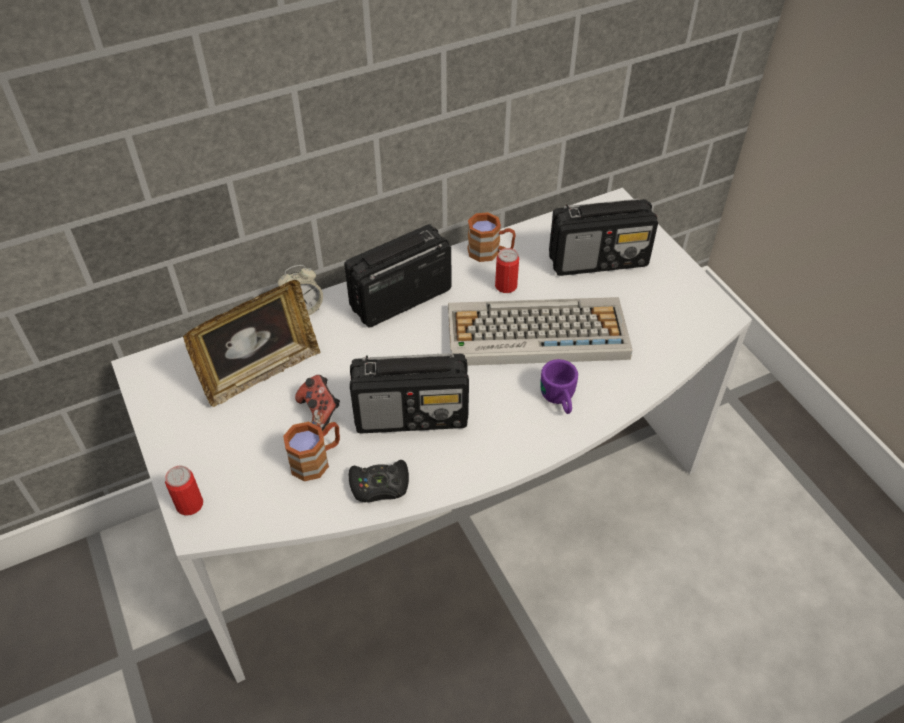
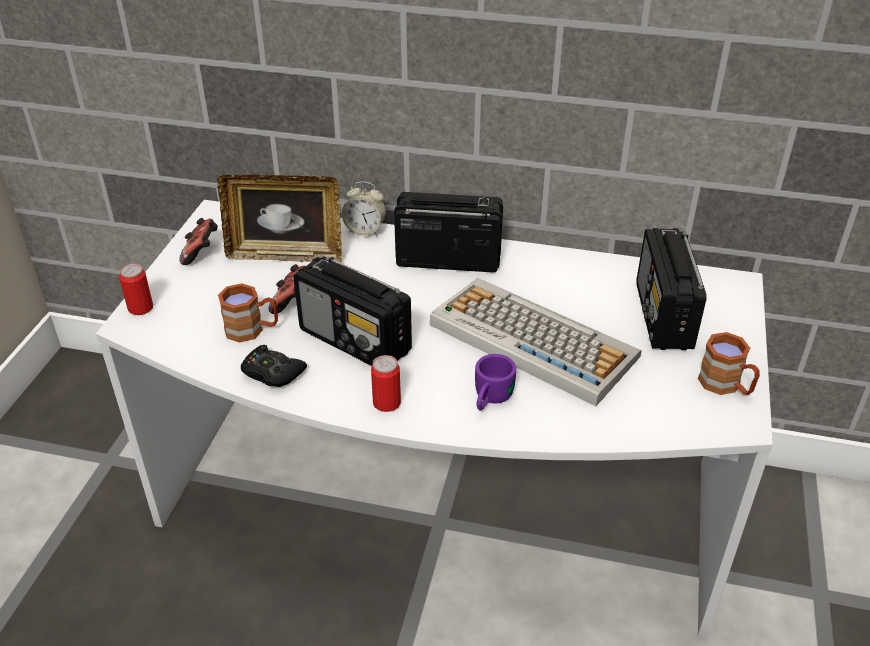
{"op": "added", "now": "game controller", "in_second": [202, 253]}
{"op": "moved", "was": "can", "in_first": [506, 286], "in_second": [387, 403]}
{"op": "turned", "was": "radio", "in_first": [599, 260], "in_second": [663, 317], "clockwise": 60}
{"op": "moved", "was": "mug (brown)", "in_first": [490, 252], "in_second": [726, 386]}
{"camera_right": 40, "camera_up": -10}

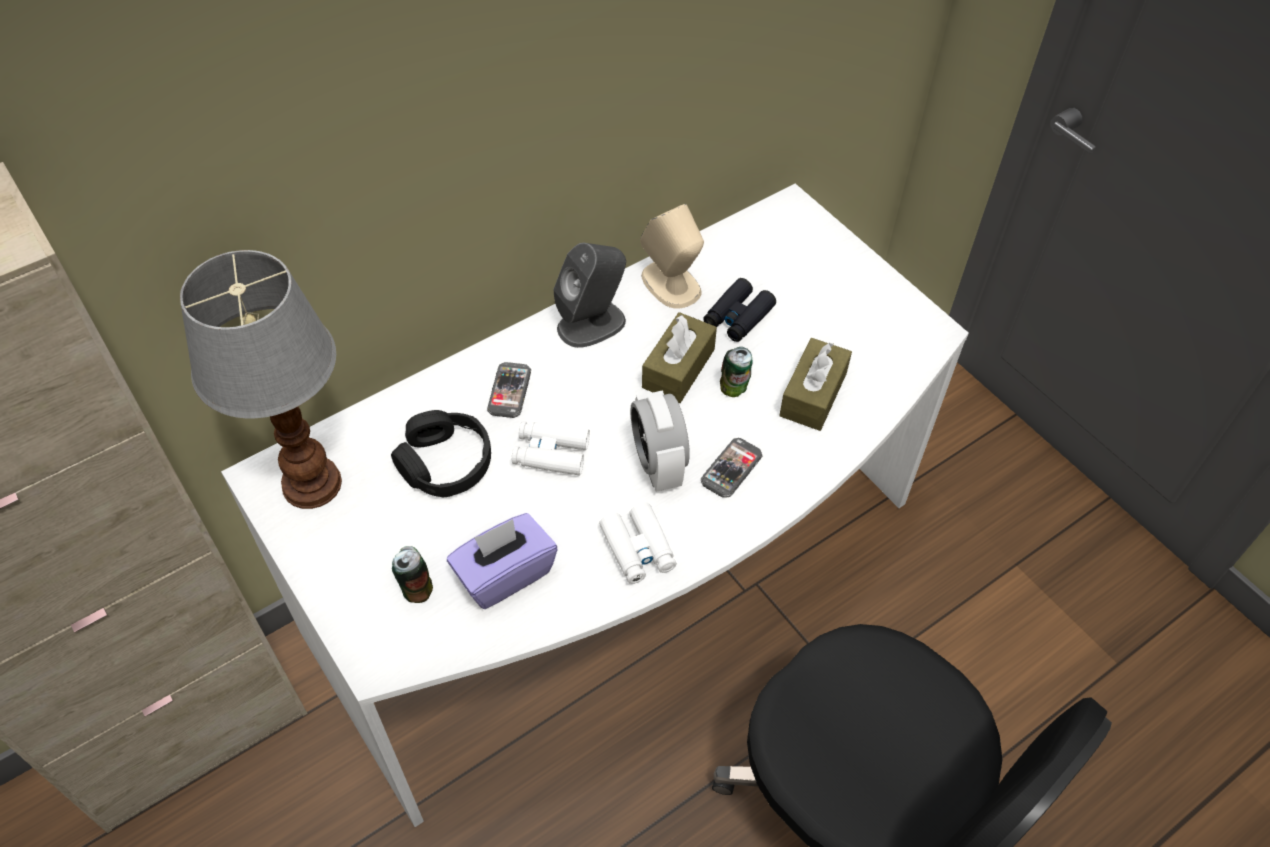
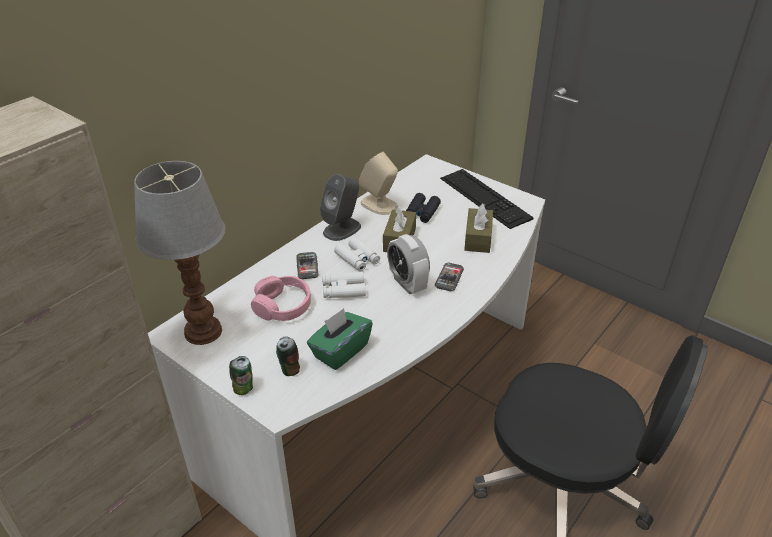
{"op": "moved", "was": "can", "in_first": [734, 389], "in_second": [244, 389]}
{"op": "recoloured", "was": "headphones (black)", "now": "headphones (pink)", "in_first": [445, 463], "in_second": [282, 306]}
{"op": "recoloured", "was": "tissue box (purple)", "now": "tissue box (green)", "in_first": [504, 574], "in_second": [340, 351]}
{"op": "moved", "was": "binoculars (white)", "in_first": [638, 549], "in_second": [357, 259]}
{"op": "added", "now": "keyboard", "in_second": [484, 198]}
{"camera_right": -15, "camera_up": -15}

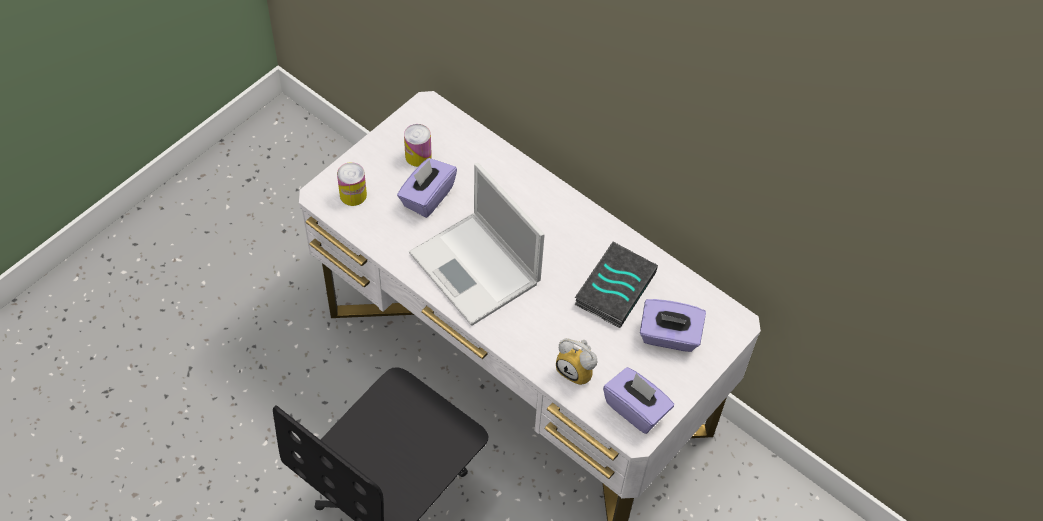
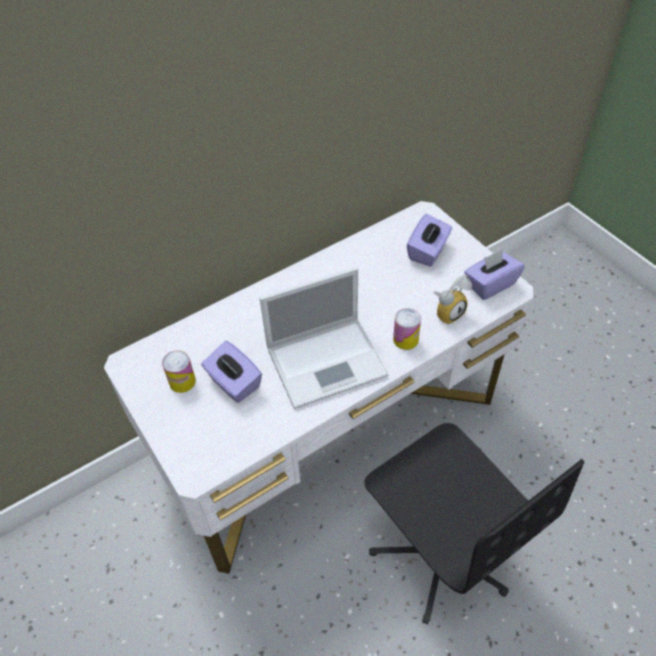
{"op": "moved", "was": "can", "in_first": [353, 195], "in_second": [405, 339]}
{"op": "removed", "was": "book", "in_first": [614, 287]}
{"camera_right": -70, "camera_up": -5}

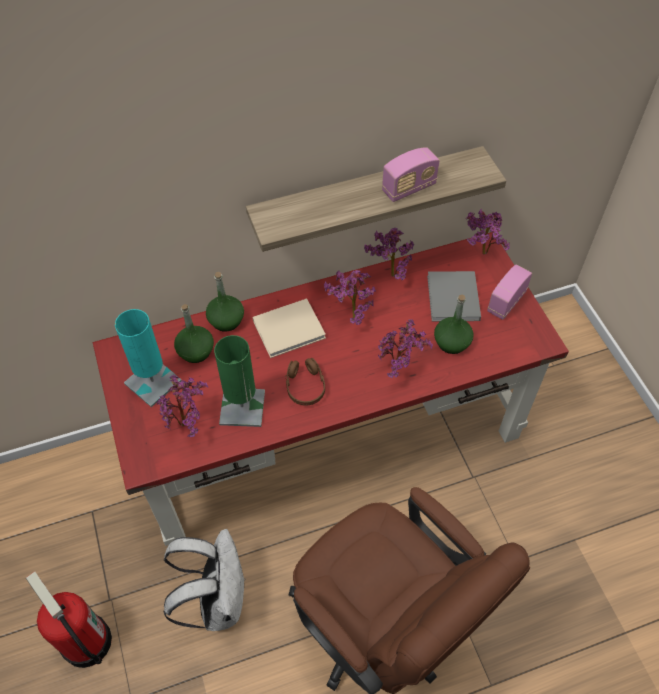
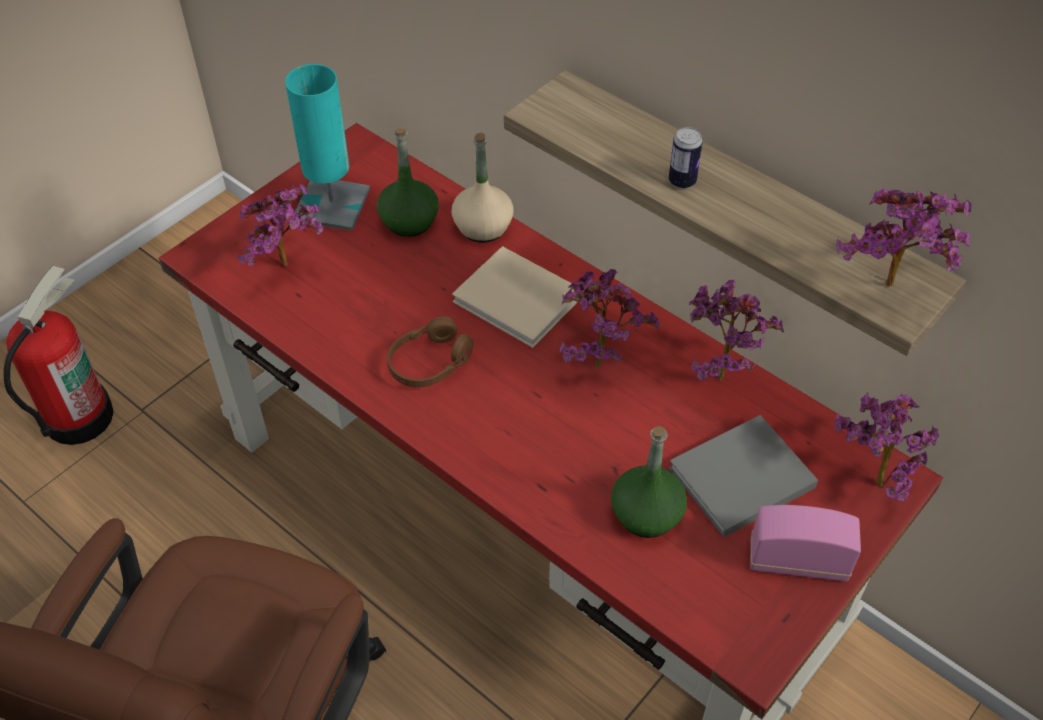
{"op": "recoloured", "was": "bottle (green)", "now": "bottle (beige)", "in_first": [226, 320], "in_second": [483, 227]}
{"op": "added", "now": "can", "in_second": [682, 181]}
{"op": "moved", "was": "potted plant", "in_first": [399, 368], "in_second": [891, 291]}
{"op": "removed", "was": "backpack (white)", "in_first": [217, 600]}
{"op": "removed", "was": "table lamp (green)", "in_first": [242, 407]}
{"op": "removed", "was": "radio", "in_first": [409, 188]}
{"camera_right": 60, "camera_up": -5}

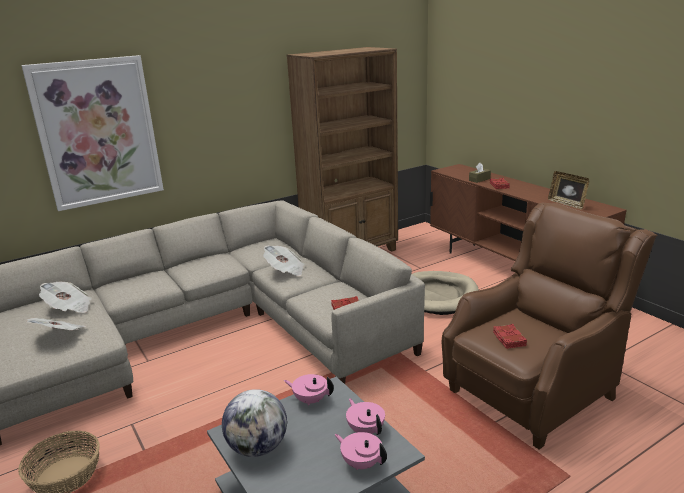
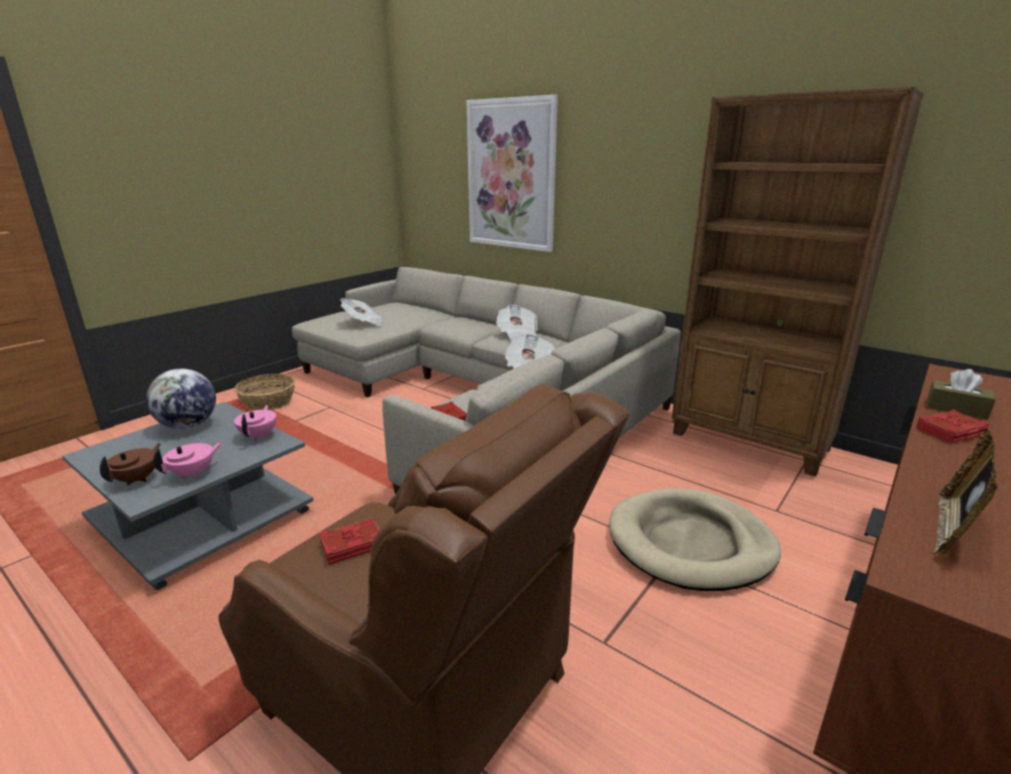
{"op": "recoloured", "was": "teapot (pink)", "now": "teapot (brown)", "in_first": [361, 463], "in_second": [138, 479]}
{"op": "moved", "was": "newspaper", "in_first": [69, 308], "in_second": [517, 335]}
{"camera_right": 70, "camera_up": 0}

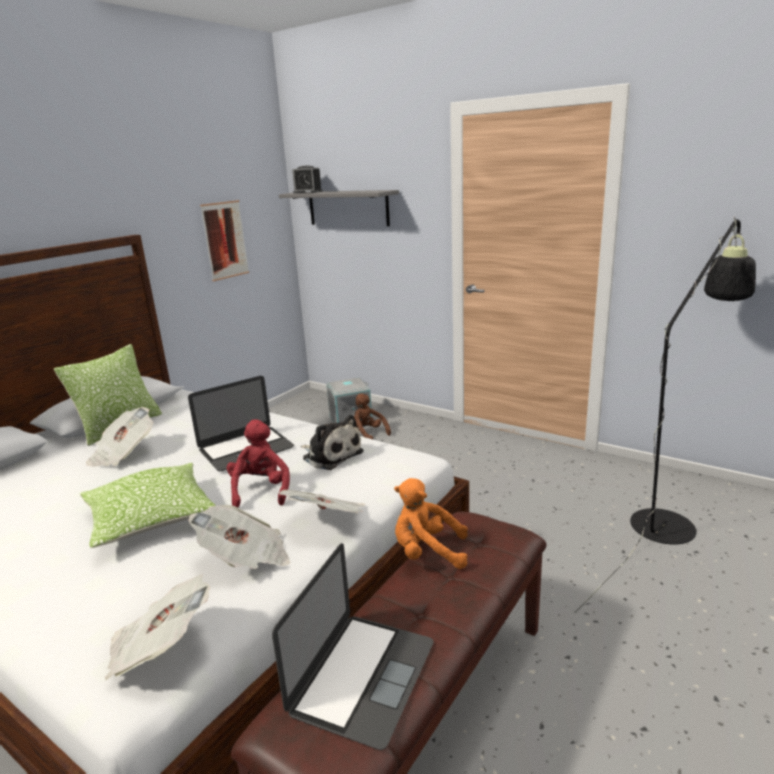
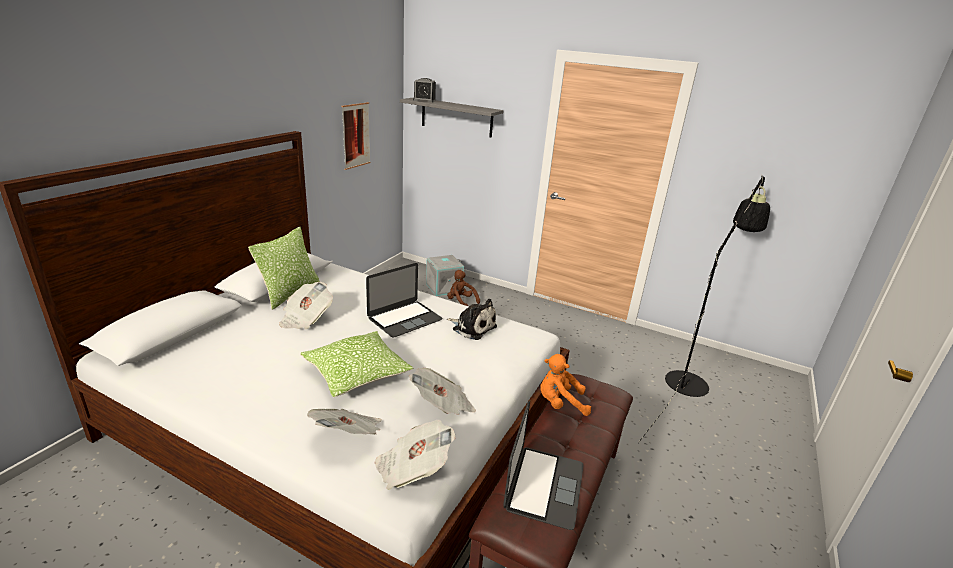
{"op": "moved", "was": "newspaper", "in_first": [328, 520], "in_second": [349, 435]}
{"op": "removed", "was": "plush toy (red)", "in_first": [261, 490]}
{"camera_right": -10, "camera_up": 5}

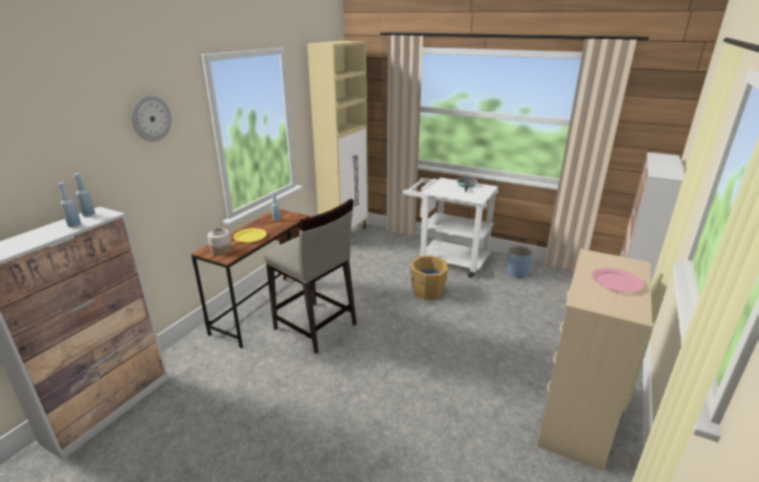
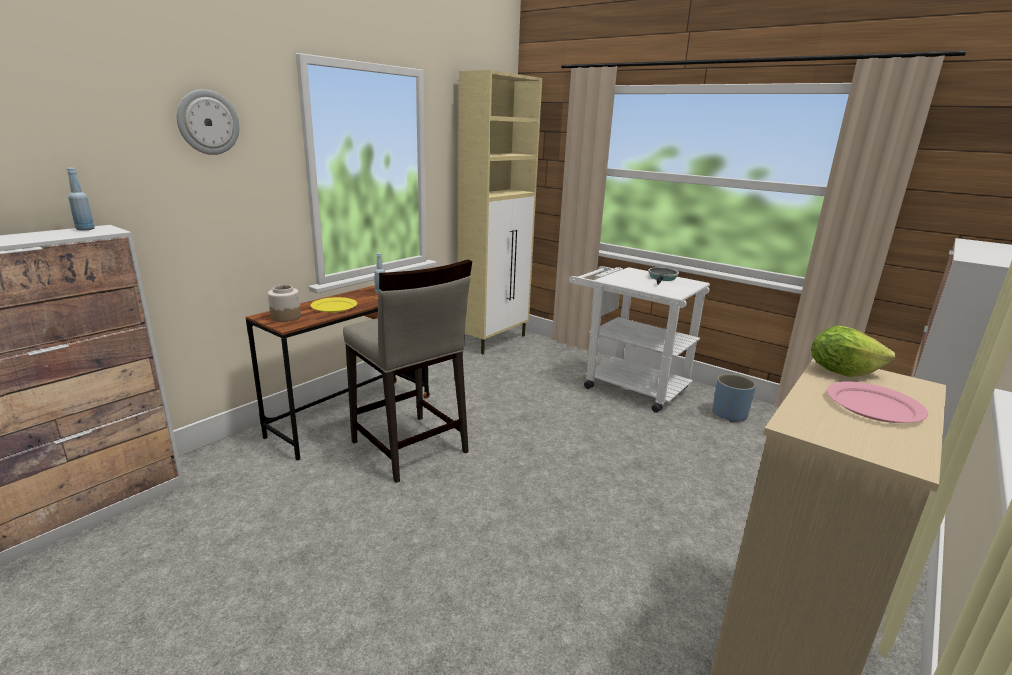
{"op": "added", "now": "lettuce", "in_second": [841, 372]}
{"op": "removed", "was": "bottle (blue)", "in_first": [74, 225]}
{"op": "removed", "was": "bucket (orange)", "in_first": [428, 292]}
{"camera_right": 10, "camera_up": -5}

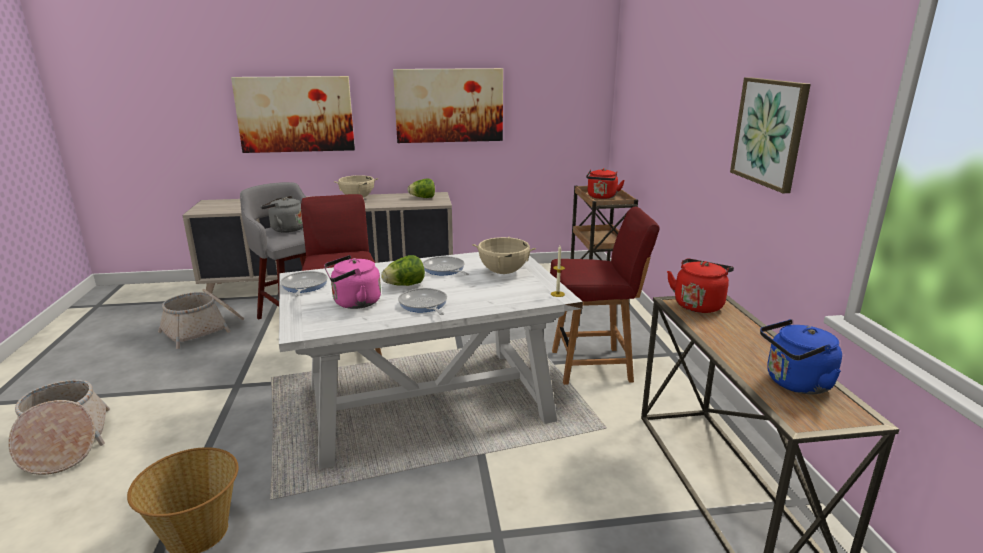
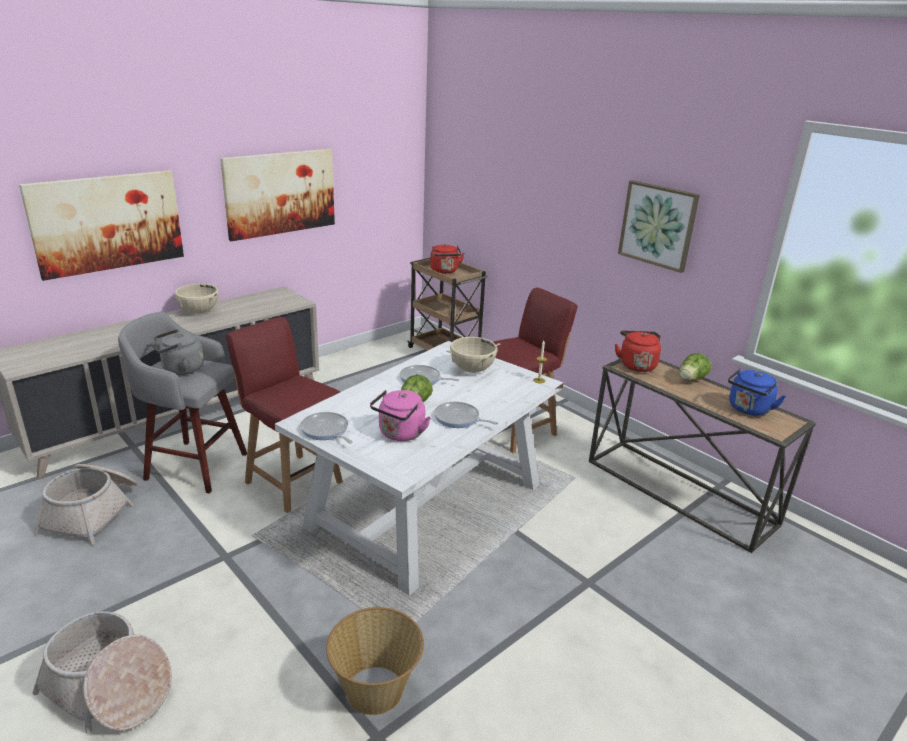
{"op": "moved", "was": "lettuce", "in_first": [422, 198], "in_second": [691, 379]}
{"camera_right": -35, "camera_up": 5}

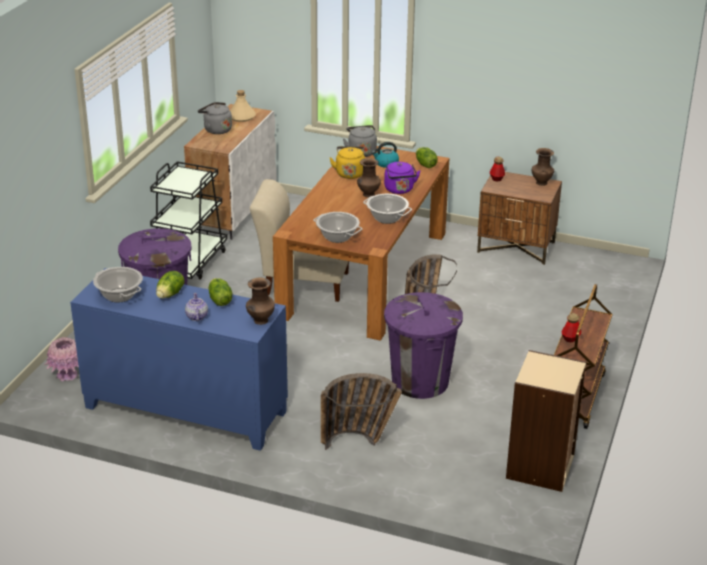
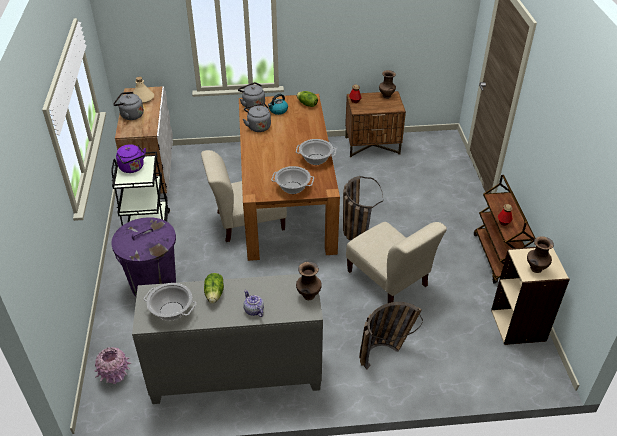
{"op": "moved", "was": "kettle (purple)", "in_first": [400, 190], "in_second": [133, 168]}
{"op": "recoloured", "was": "cabinet (blue)", "now": "cabinet (grey)", "in_first": [185, 410], "in_second": [236, 374]}
{"op": "recoloured", "was": "kettle (yellow)", "now": "kettle (grey)", "in_first": [349, 173], "in_second": [258, 126]}
{"op": "replaced", "was": "trash can (purple)", "now": "chair (beige)", "in_first": [420, 381], "in_second": [389, 281]}
{"op": "moved", "was": "vase (brown)", "in_first": [368, 194], "in_second": [535, 269]}
{"op": "removed", "was": "lettuce", "in_first": [219, 300]}
{"camera_right": -25, "camera_up": 10}

